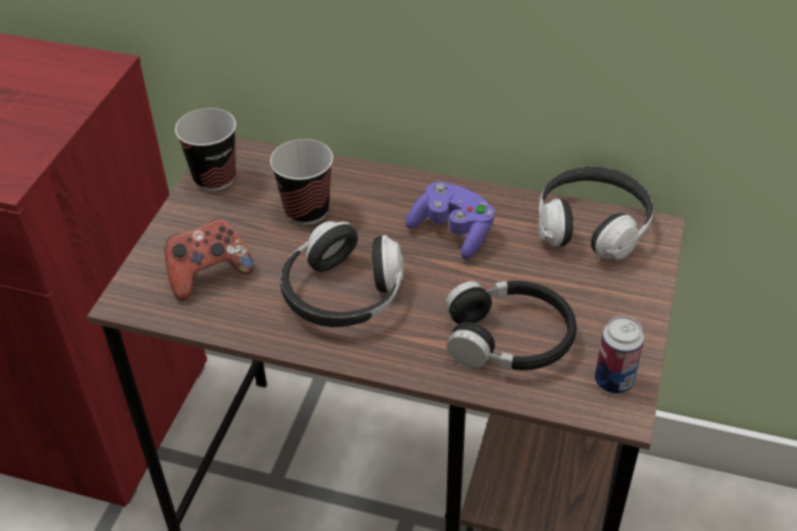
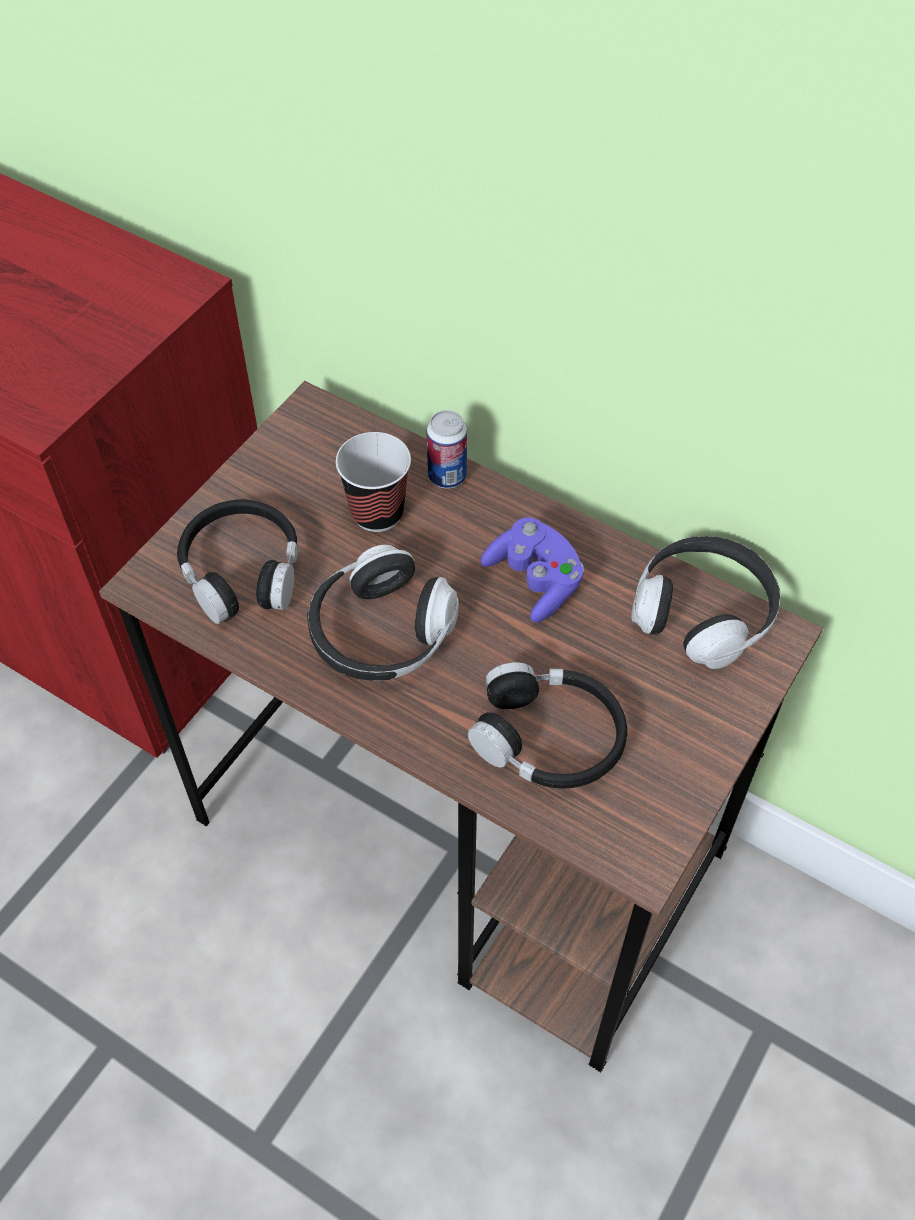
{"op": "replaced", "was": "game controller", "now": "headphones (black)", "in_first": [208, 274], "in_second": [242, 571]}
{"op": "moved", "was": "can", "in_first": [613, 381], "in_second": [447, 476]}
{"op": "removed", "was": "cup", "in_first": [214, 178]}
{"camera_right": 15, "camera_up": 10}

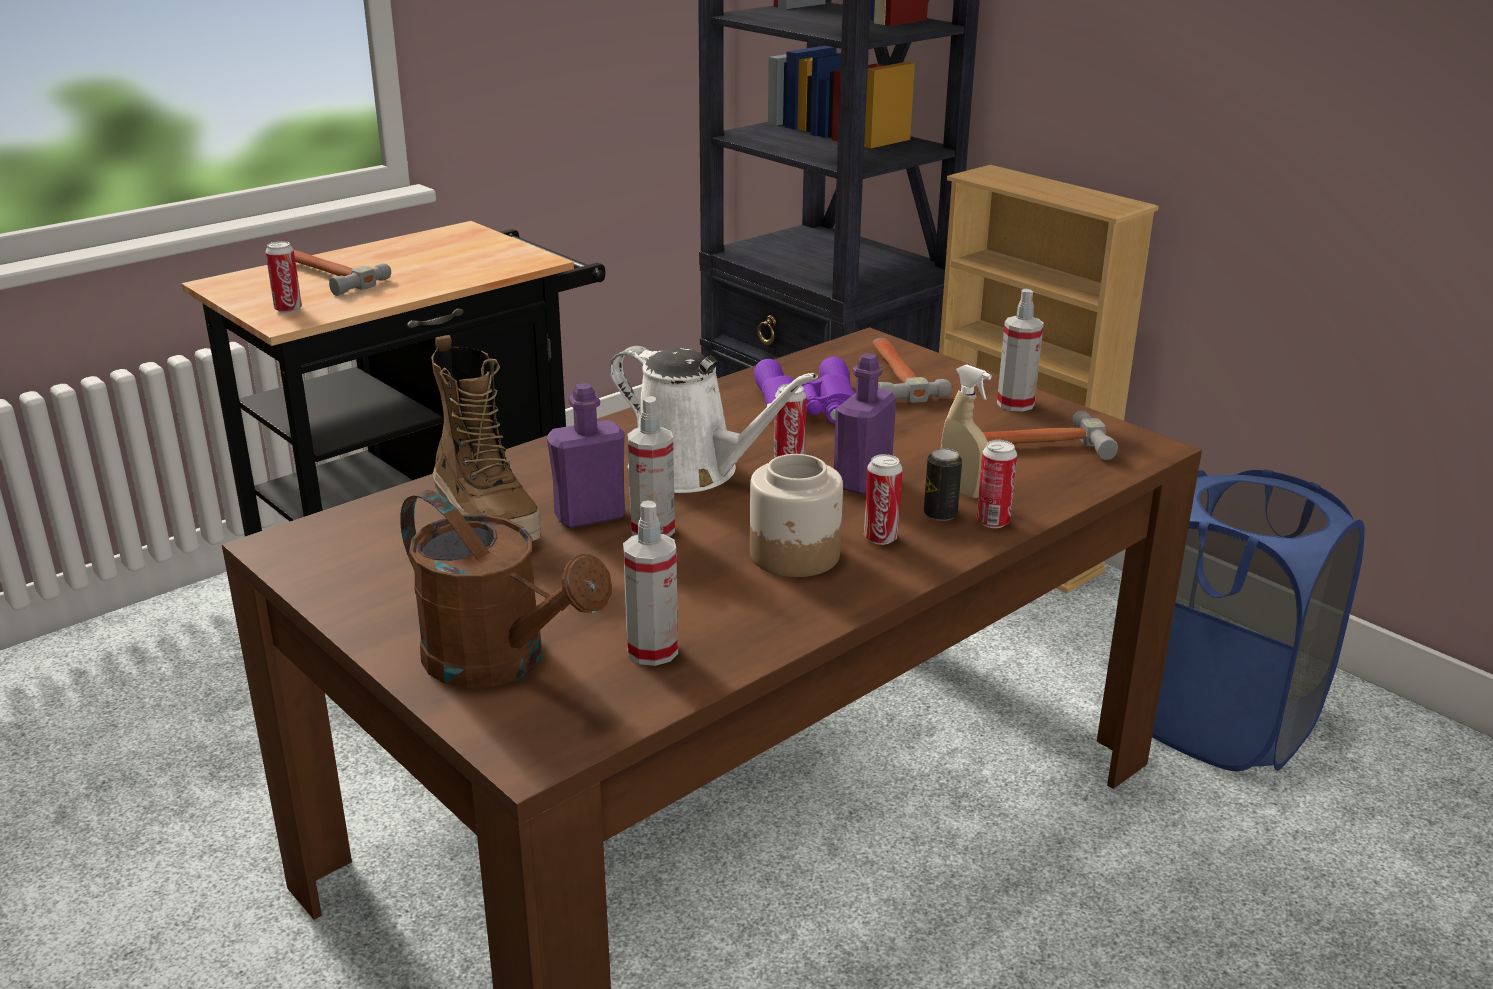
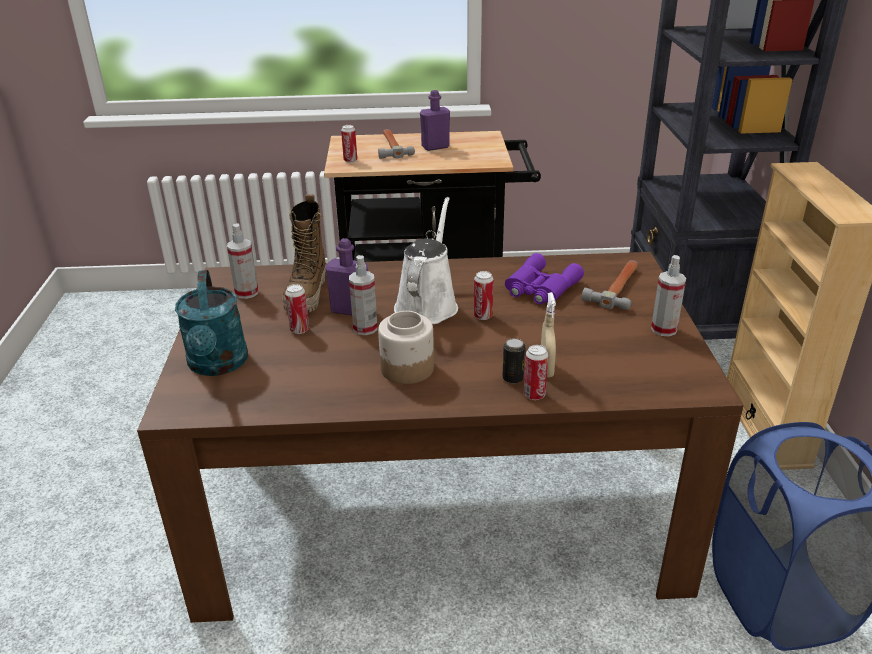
{"op": "recoloured", "was": "watering can (brown)", "now": "watering can (turquoise)", "in_first": [501, 663], "in_second": [218, 365]}
{"op": "moved", "was": "spray bottle", "in_first": [652, 651], "in_second": [246, 292]}
{"op": "moved", "was": "can", "in_first": [880, 538], "in_second": [299, 330]}
{"op": "turned", "was": "watering can (white)", "in_first": [692, 471], "in_second": [428, 304], "clockwise": -150}
{"op": "moved", "was": "bottle (purple)", "in_first": [862, 481], "in_second": [435, 147]}
{"op": "removed", "was": "hammer", "in_first": [1028, 447]}
{"camera_right": 40, "camera_up": 5}

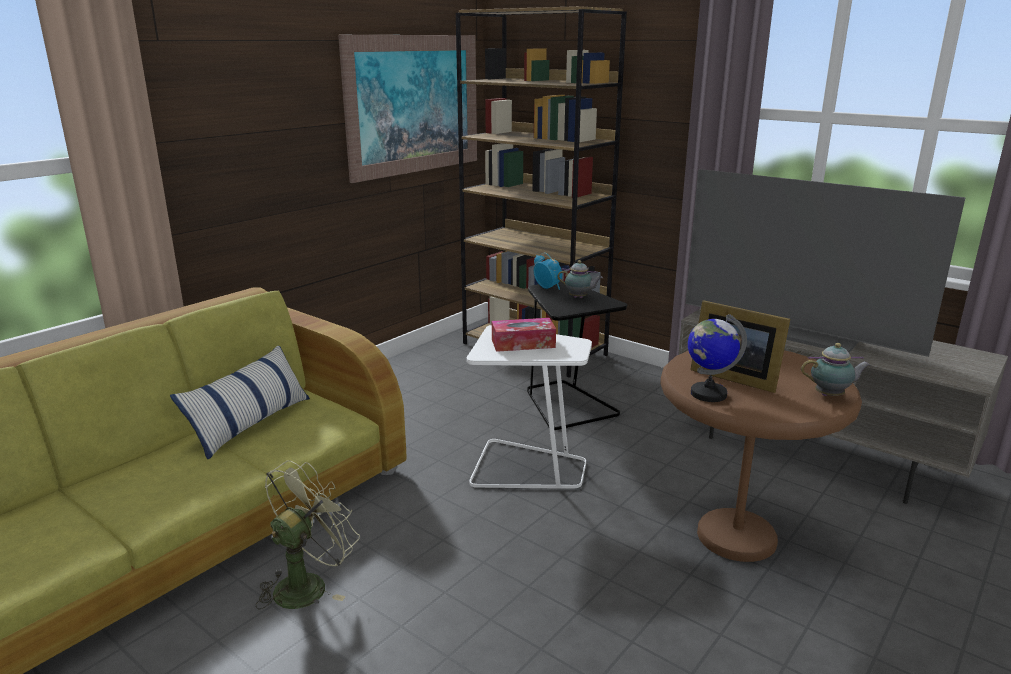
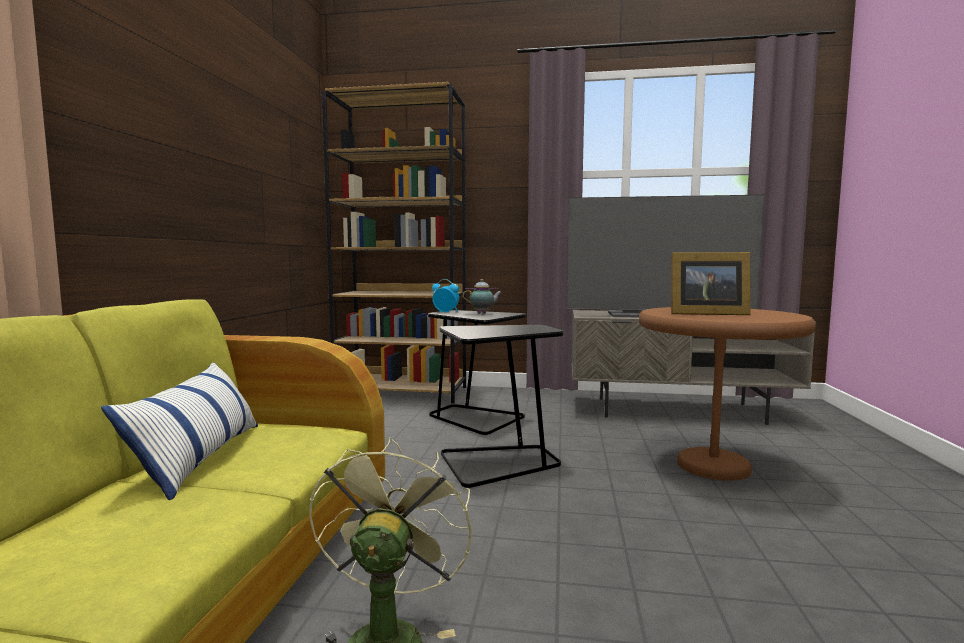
{"op": "recoloured", "was": "side table (white)", "now": "side table (black)", "in_first": [527, 468], "in_second": [499, 463]}
{"op": "removed", "was": "picture", "in_first": [414, 105]}
{"op": "removed", "was": "tissue box", "in_first": [523, 343]}
{"op": "removed", "was": "globe", "in_first": [708, 394]}
{"op": "removed", "was": "teapot", "in_first": [831, 396]}
{"camera_right": -30, "camera_up": -15}

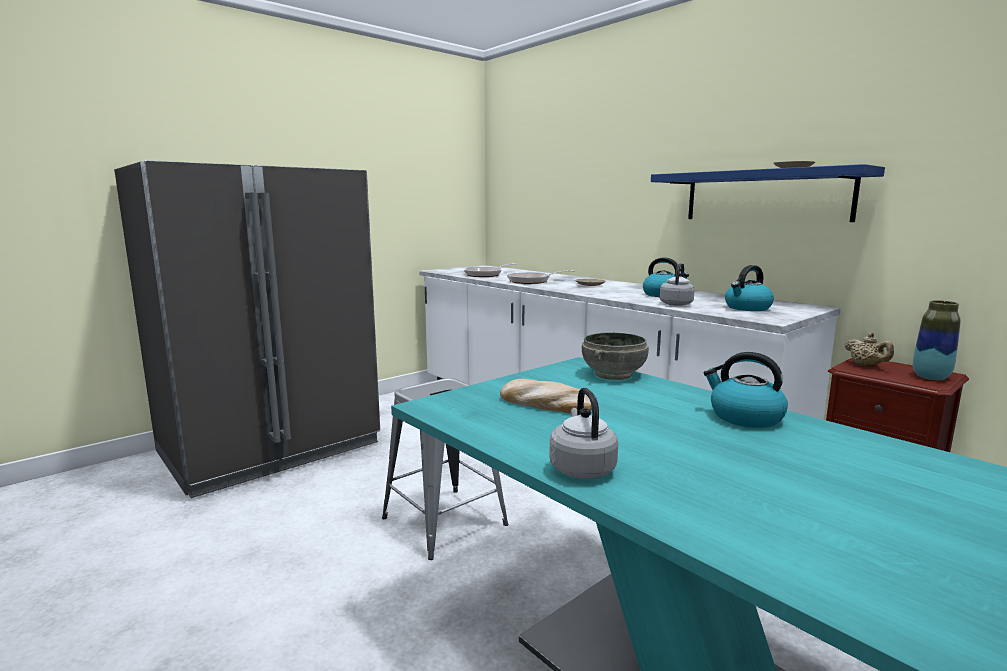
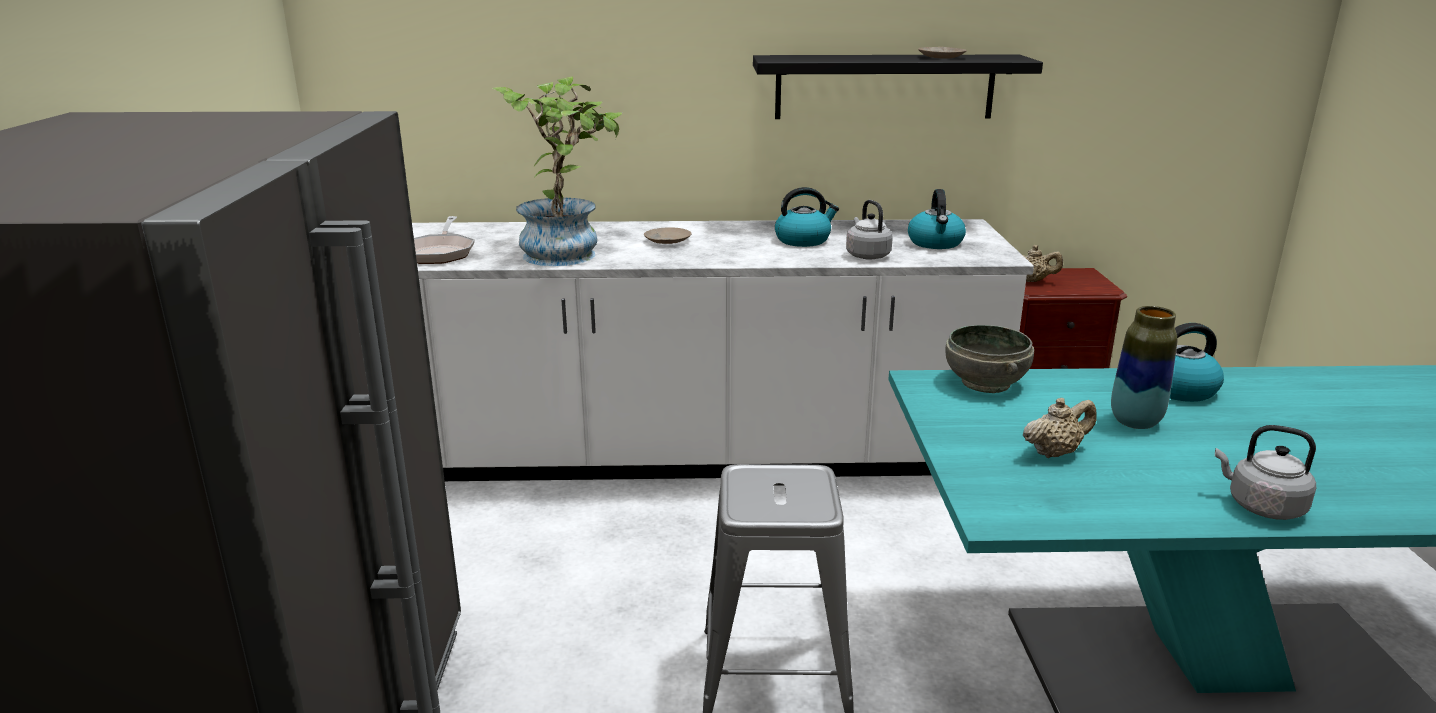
{"op": "replaced", "was": "frying pan", "now": "potted plant", "in_first": [532, 281], "in_second": [568, 252]}
{"op": "recoloured", "was": "shelf (blue)", "now": "shelf (black)", "in_first": [765, 196], "in_second": [884, 87]}
{"op": "replaced", "was": "bread", "now": "teapot (beige)", "in_first": [545, 403], "in_second": [1055, 452]}
{"op": "moved", "was": "vase", "in_first": [930, 377], "in_second": [1135, 422]}
{"camera_right": -50, "camera_up": 10}

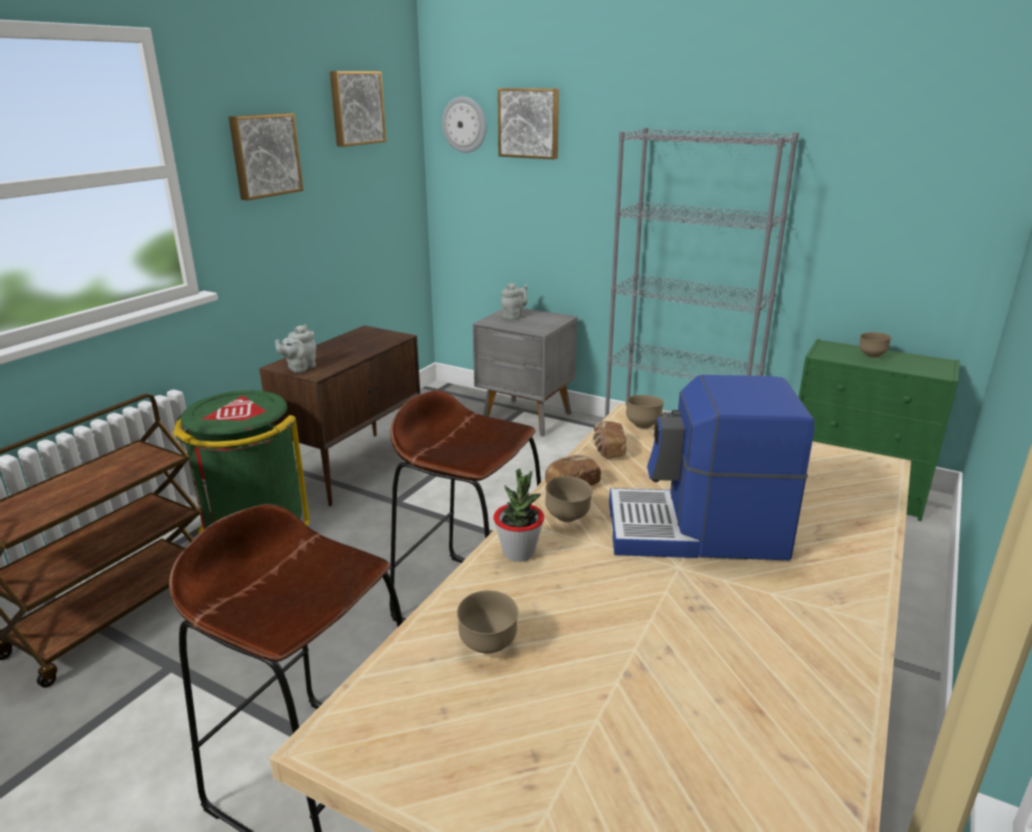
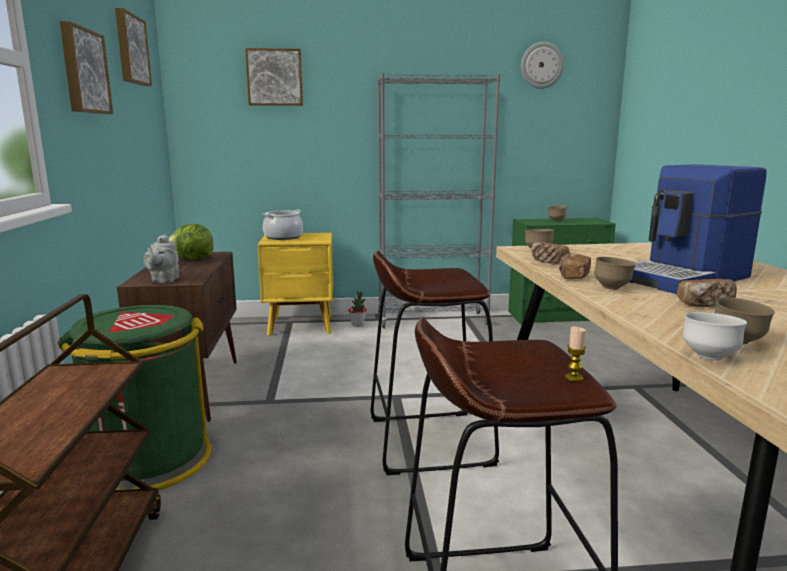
{"op": "added", "now": "lettuce", "in_second": [192, 259]}
{"op": "recoloured", "was": "nightstand (grey)", "now": "nightstand (yellow)", "in_first": [527, 418], "in_second": [301, 326]}
{"op": "replaced", "was": "teapot (grey)", "now": "cooking pot", "in_first": [514, 316], "in_second": [283, 237]}
{"op": "moved", "was": "potted plant", "in_first": [519, 553], "in_second": [357, 324]}
{"op": "moved", "was": "wall clock", "in_first": [465, 124], "in_second": [541, 65]}
{"op": "added", "now": "candle", "in_second": [574, 378]}
{"op": "added", "now": "bread", "in_second": [706, 304]}
{"op": "added", "now": "bowl (white)", "in_second": [709, 357]}
{"camera_right": -35, "camera_up": -10}

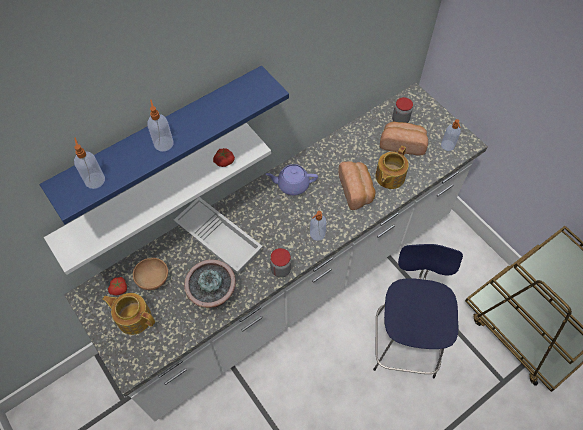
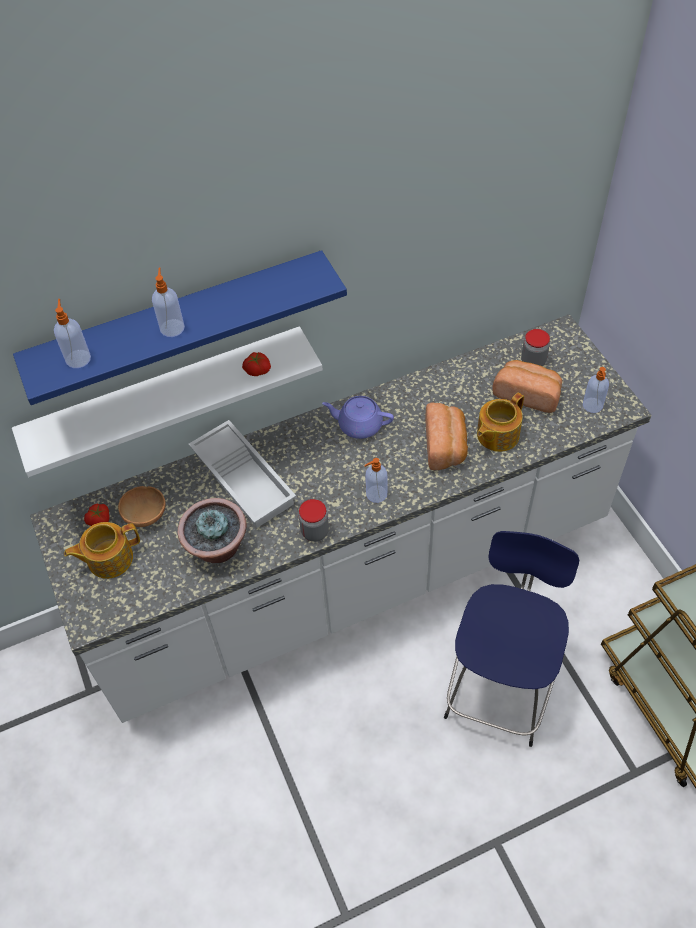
{"op": "turned", "was": "teapot", "in_first": [133, 317], "in_second": [109, 558], "clockwise": -60}
{"camera_right": 15, "camera_up": -5}

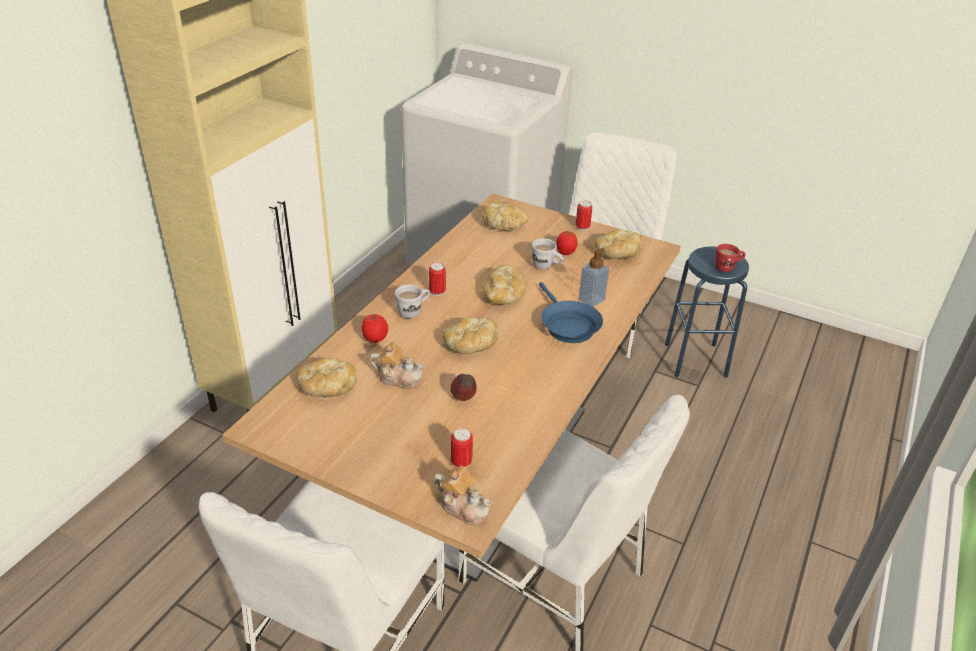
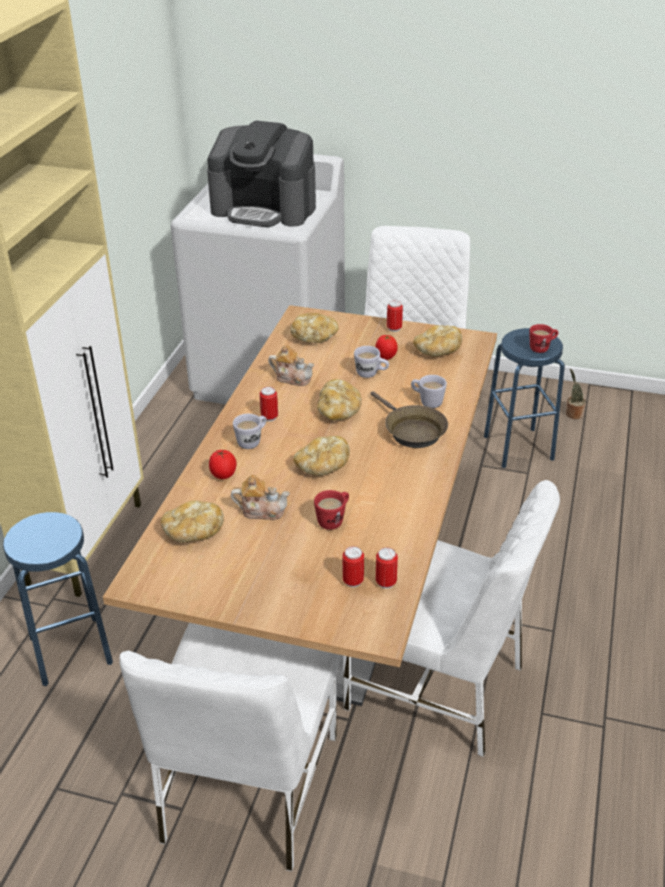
{"op": "added", "now": "stool (blue)", "in_second": [71, 650]}
{"op": "added", "now": "coffee machine", "in_second": [265, 209]}
{"op": "moved", "was": "teapot", "in_first": [463, 507], "in_second": [292, 378]}
{"op": "replaced", "was": "apple", "now": "mug (red)", "in_first": [463, 398], "in_second": [334, 520]}
{"op": "recoloured", "was": "frying pan (blue)", "now": "frying pan (brown)", "in_first": [567, 325], "in_second": [411, 431]}
{"op": "added", "now": "can", "in_second": [386, 582]}
{"op": "replaced", "was": "soap dispenser", "now": "mug (white)", "in_first": [591, 300], "in_second": [427, 402]}
{"op": "added", "now": "potted plant", "in_second": [573, 413]}
{"camera_right": -10, "camera_up": 0}

